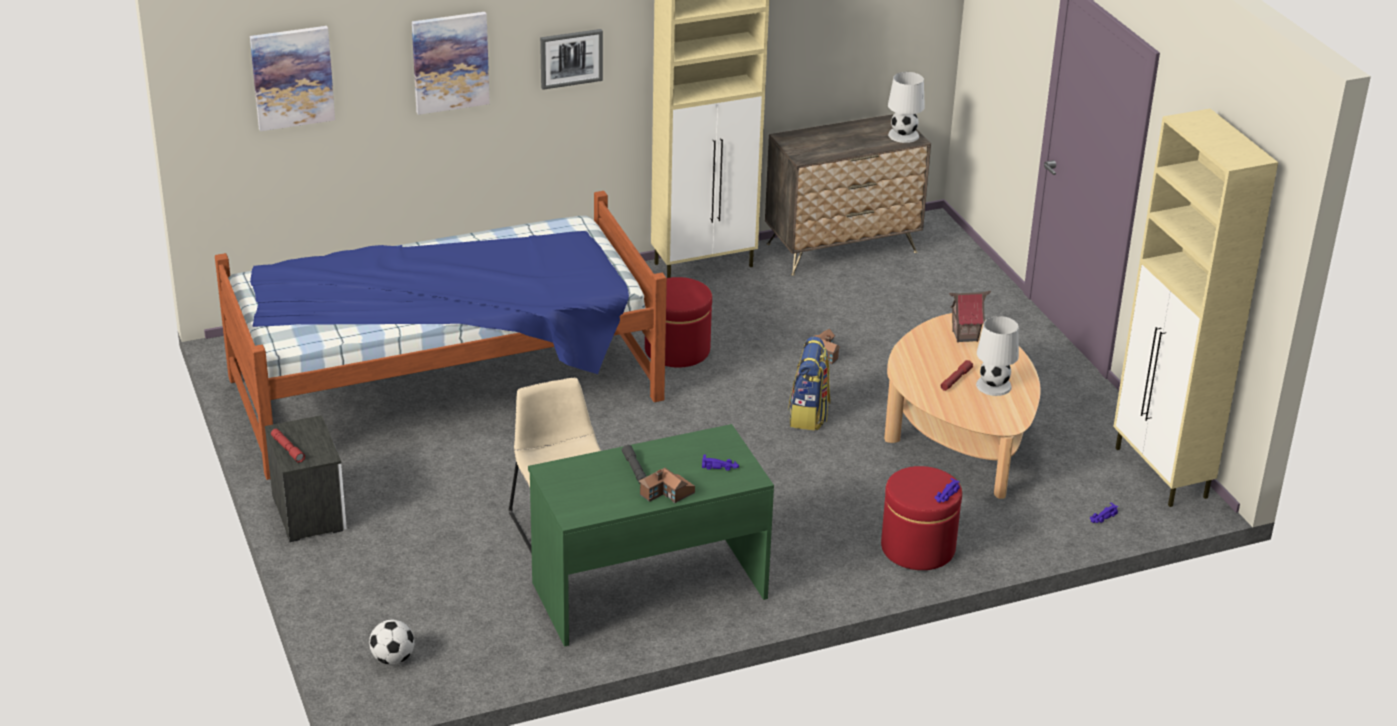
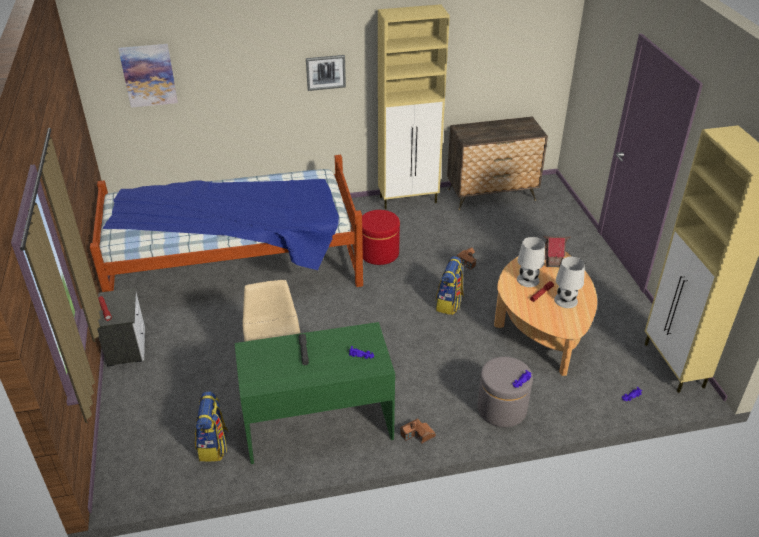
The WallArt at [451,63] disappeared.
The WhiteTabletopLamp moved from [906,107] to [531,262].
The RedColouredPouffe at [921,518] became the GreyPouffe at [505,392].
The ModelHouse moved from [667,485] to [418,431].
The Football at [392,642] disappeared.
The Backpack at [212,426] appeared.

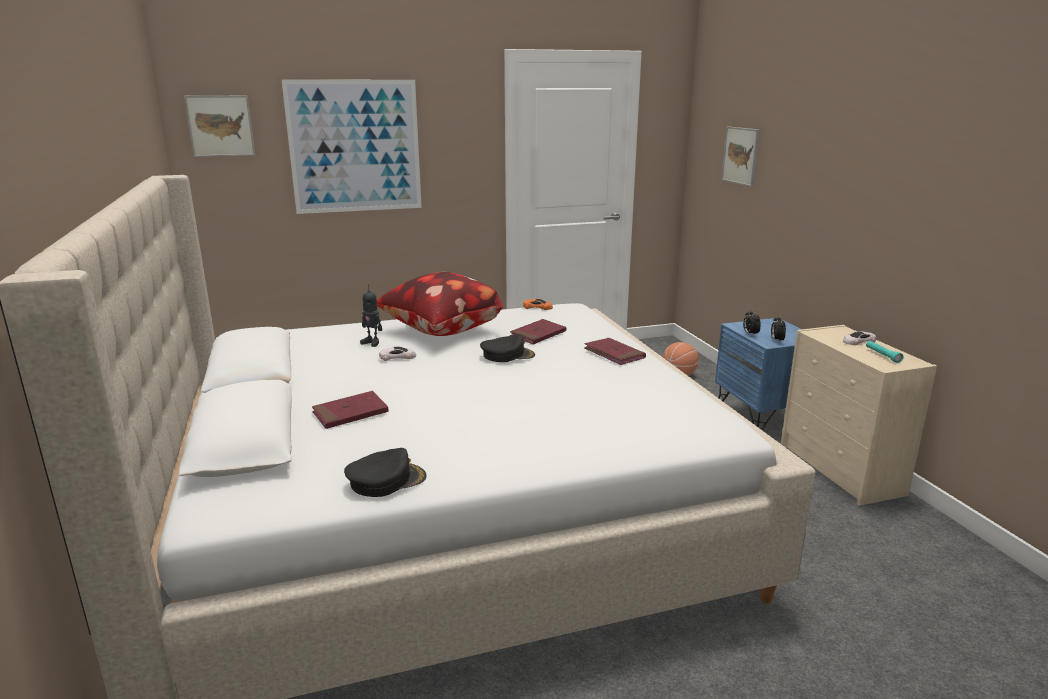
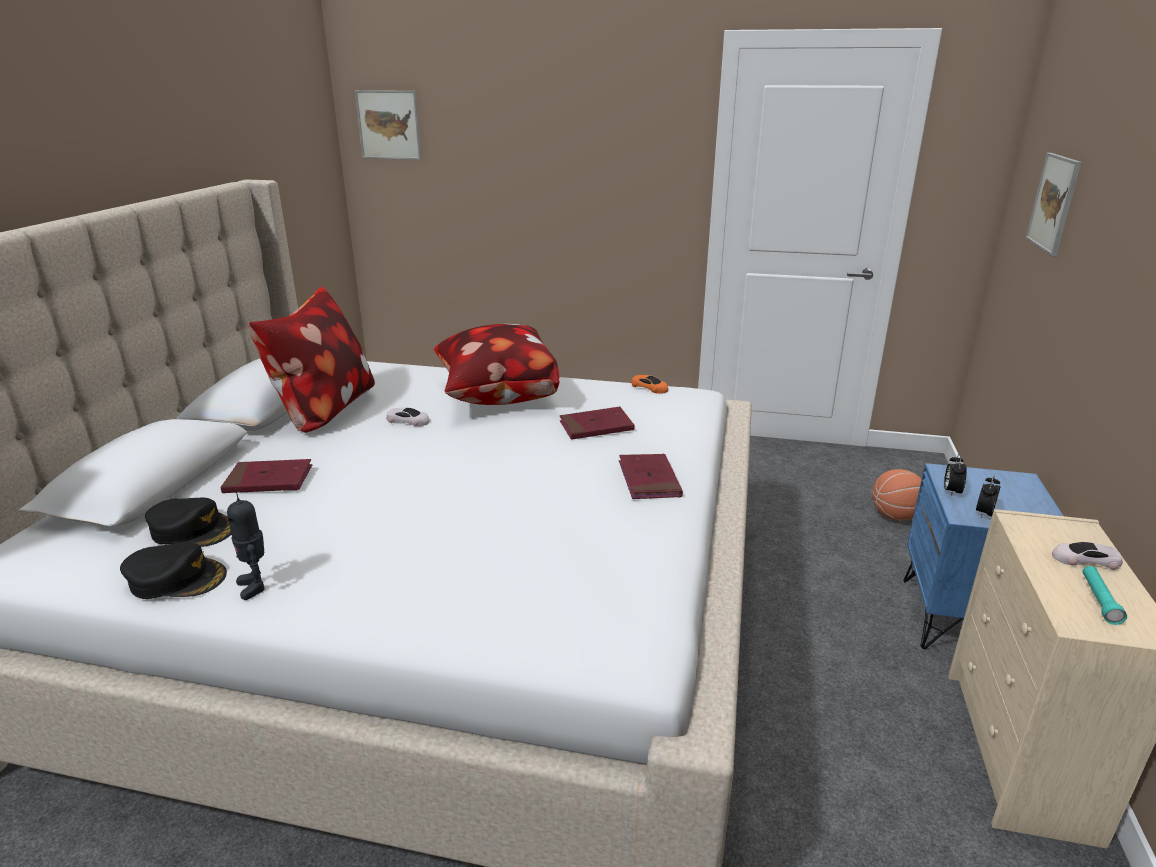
The WallArt at [352,147] disappeared.
The RobotFigure moved from [371,315] to [246,544].
The BlackColouredPeakedCap moved from [507,348] to [188,522].
The Pillow at [311,360] appeared.

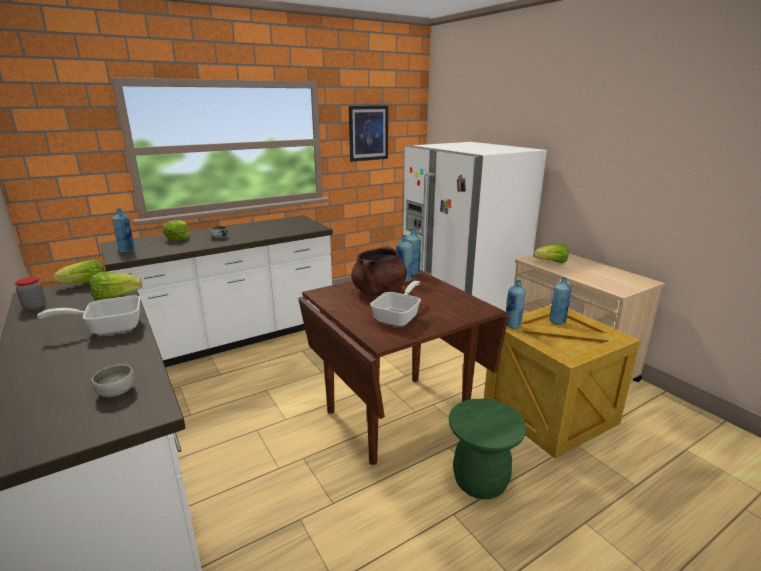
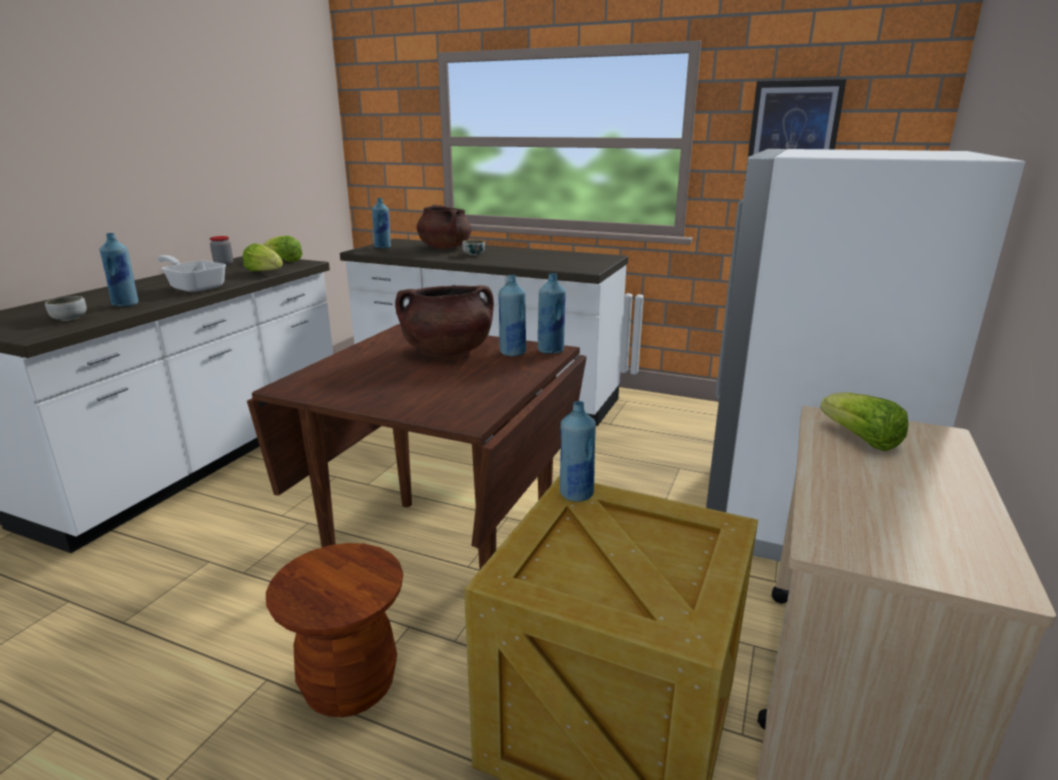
The HeadOfLettuce at [176,230] was replaced by the BrownStockpot at [444,227].
The BluishBeverageBottle moved from [560,301] to [119,270].
The Pan at [395,304] disappeared.
The GreenSittingStool at [488,449] became the BrownSittingStool at [334,630].

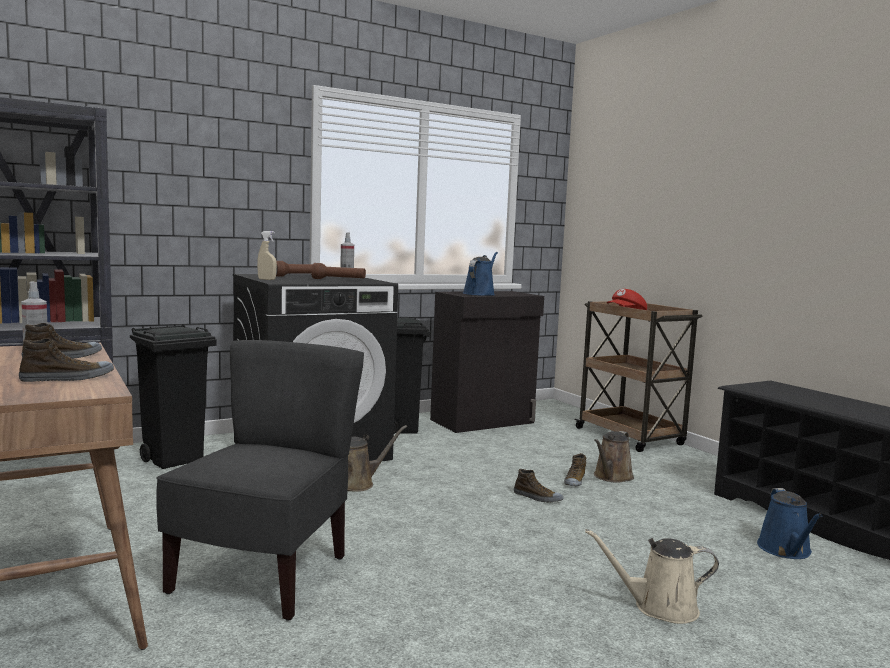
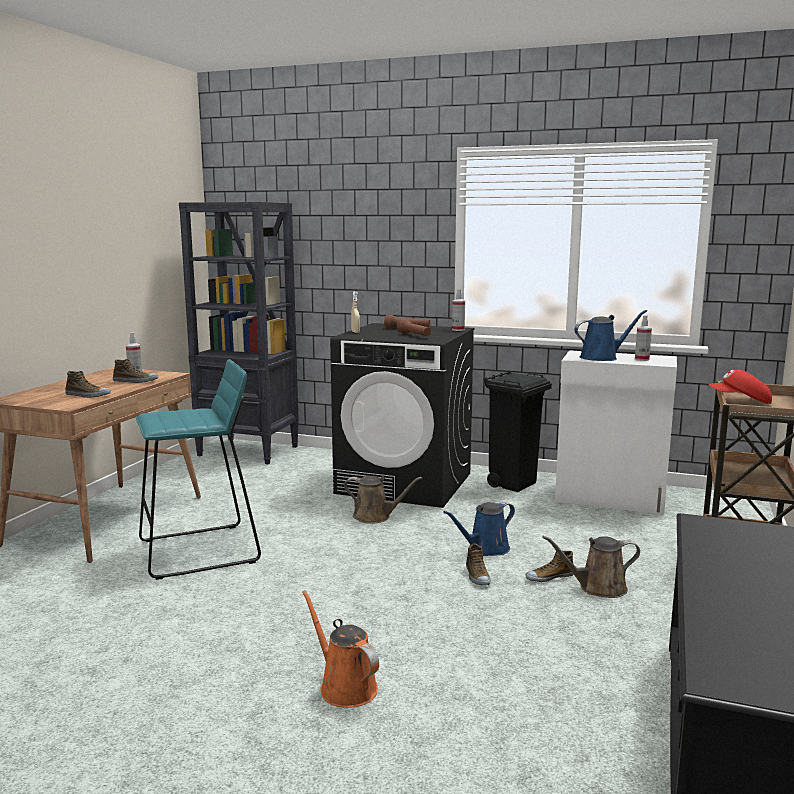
The BlackColouredStorageCabinet at [487,362] became the WhiteStorageCabinet at [616,432].
The BlackColouredRubbishBin at [173,396] disappeared.
The GreyPlainChair at [260,480] was replaced by the TurquoiseSittingStool at [198,469].
The BluishWateringCan moved from [789,523] to [479,529].
The BeigeWateringCan at [652,576] became the OrangeyWateringCan at [340,649].
The Sprayer at [643,338] appeared.

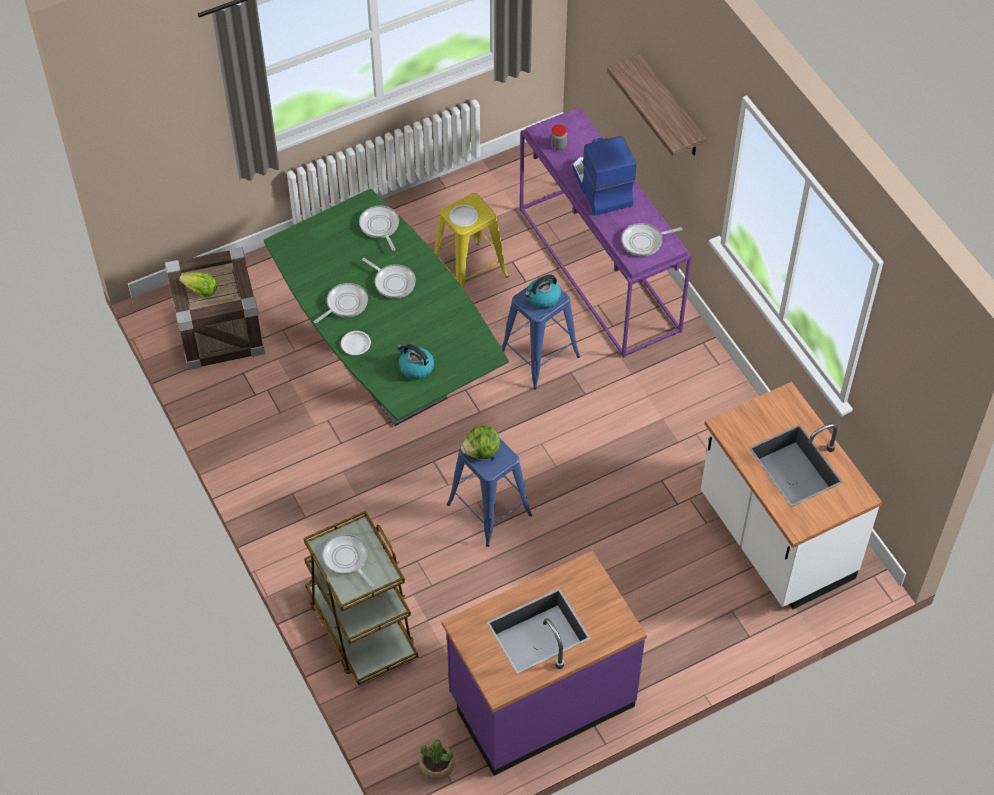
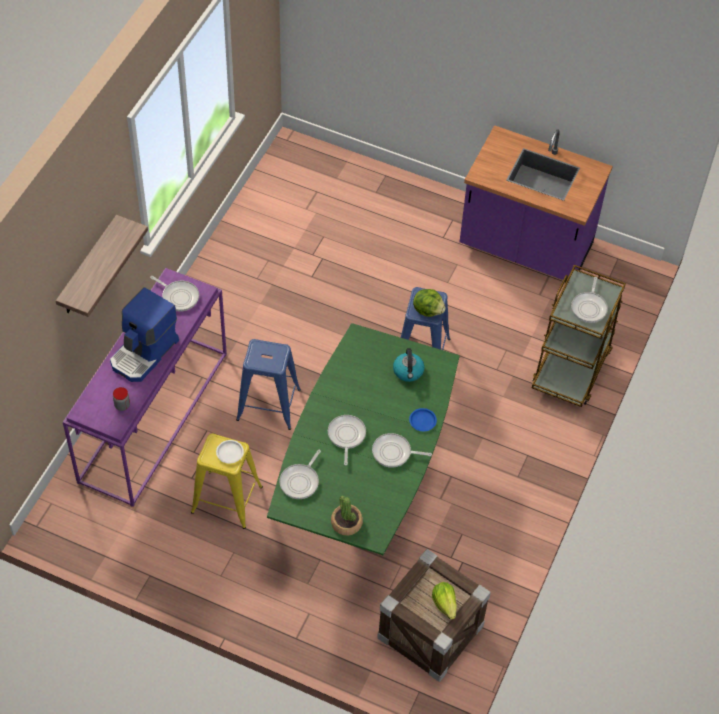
The TeaKettle at [543,292] disappeared.
The WhitePlate at [356,343] became the BluishPlate at [423,419].
The WhiteKitchenBaseUnit at [791,496] disappeared.
The PlantInAPot moved from [437,759] to [347,516].

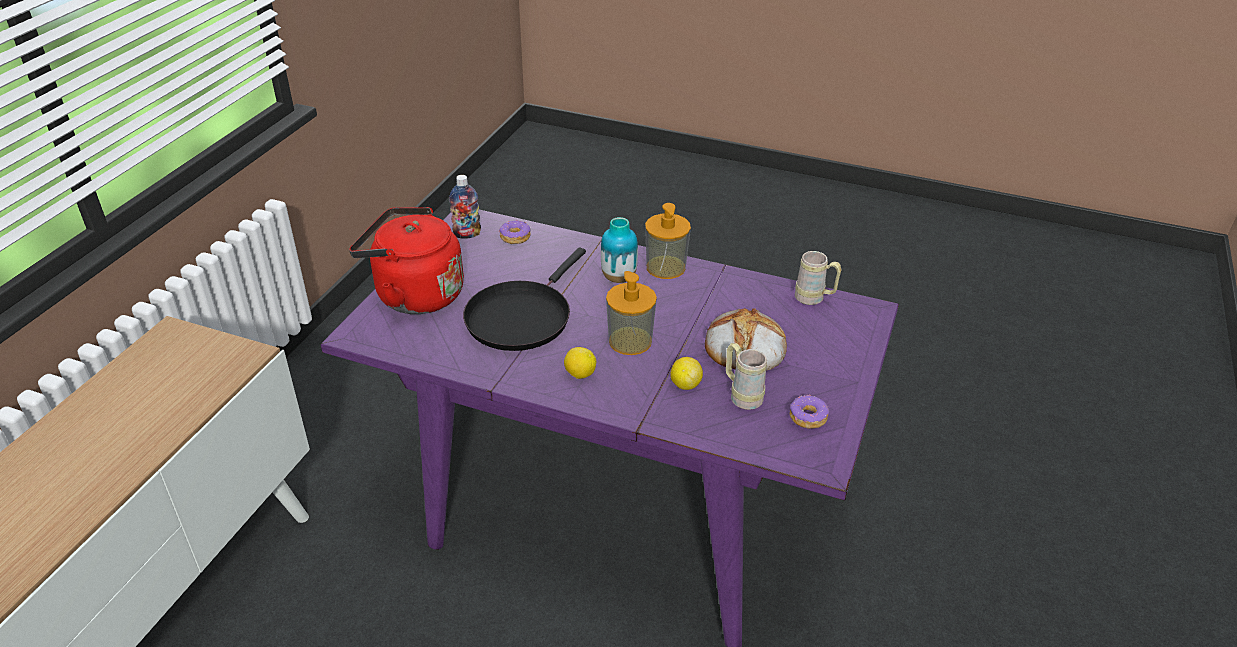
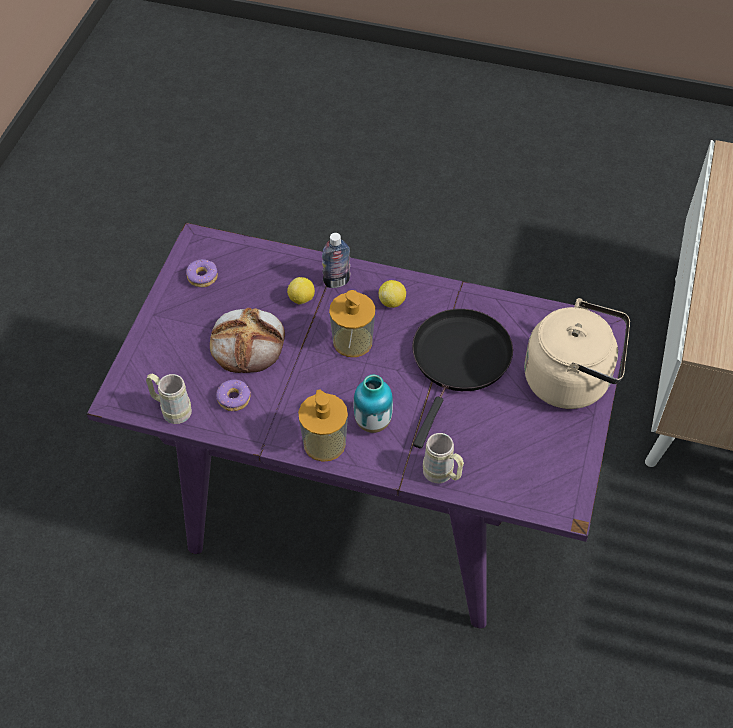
The BeverageBottle moved from [465,207] to [336,260].
The RedColouredTeaKettle at [406,260] became the BeigeTeaKettle at [577,353].
The Doughnut moved from [514,231] to [233,395].
The BeigeCoffeeMug moved from [746,376] to [443,458].

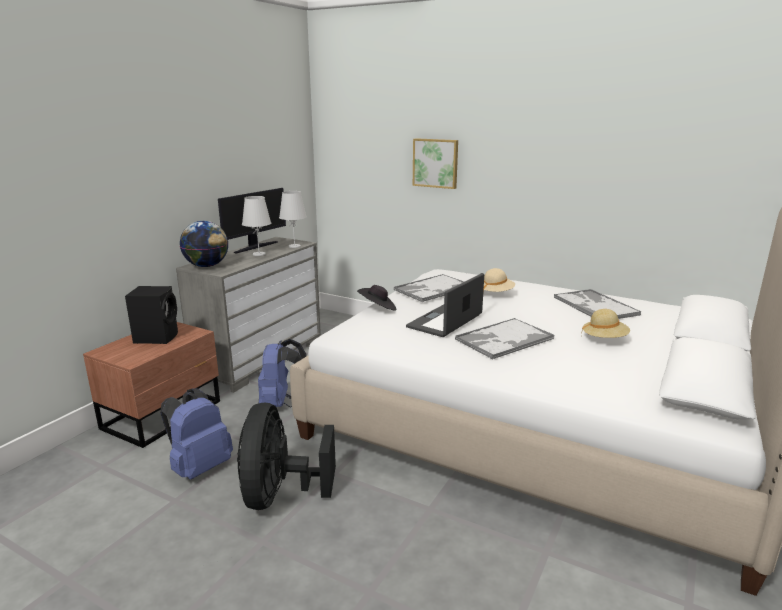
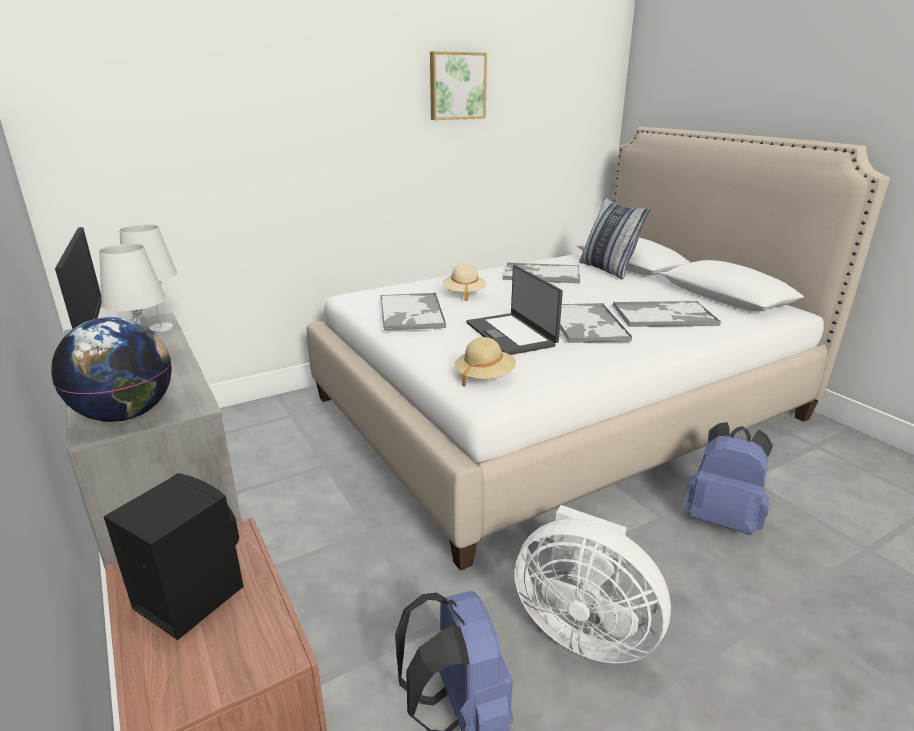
The WallArt moved from [435,163] to [458,85].
The BlackColouredClothingHat at [376,298] disappeared.
The BeigeClothingHat moved from [605,323] to [485,362].
The BluishBackpack moved from [282,373] to [728,478].
The BlackColouredFan at [286,456] became the WhiteFan at [593,584].
The Pillow at [615,238] appeared.
The CarryingTray at [666,314] appeared.

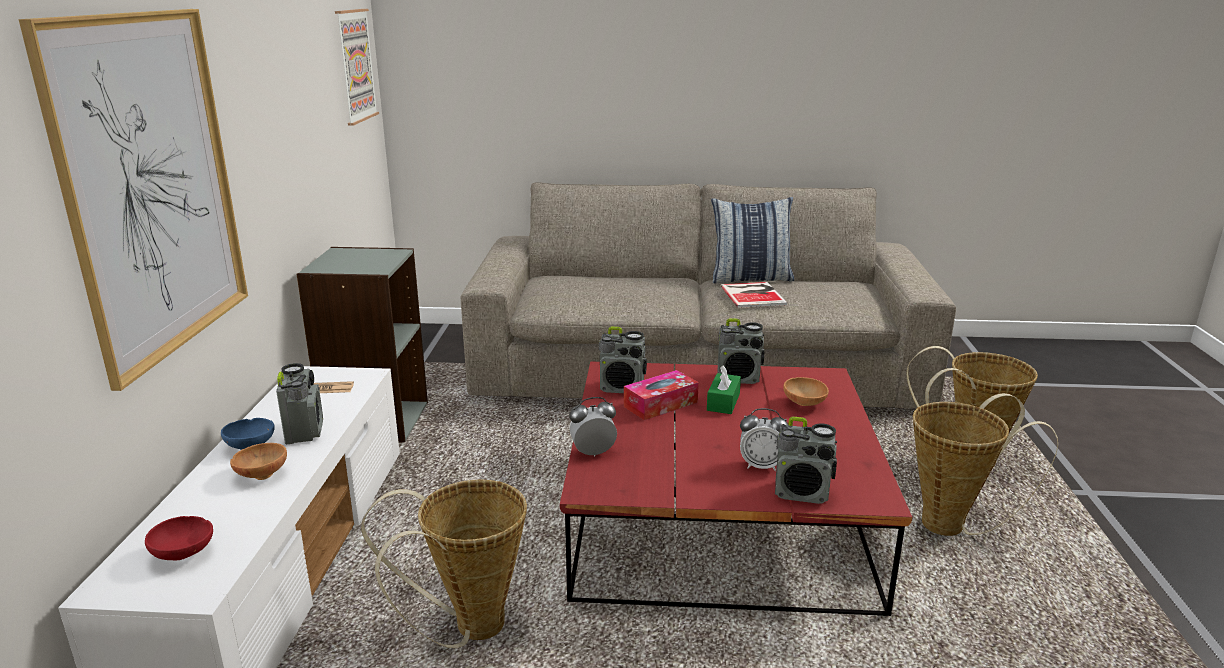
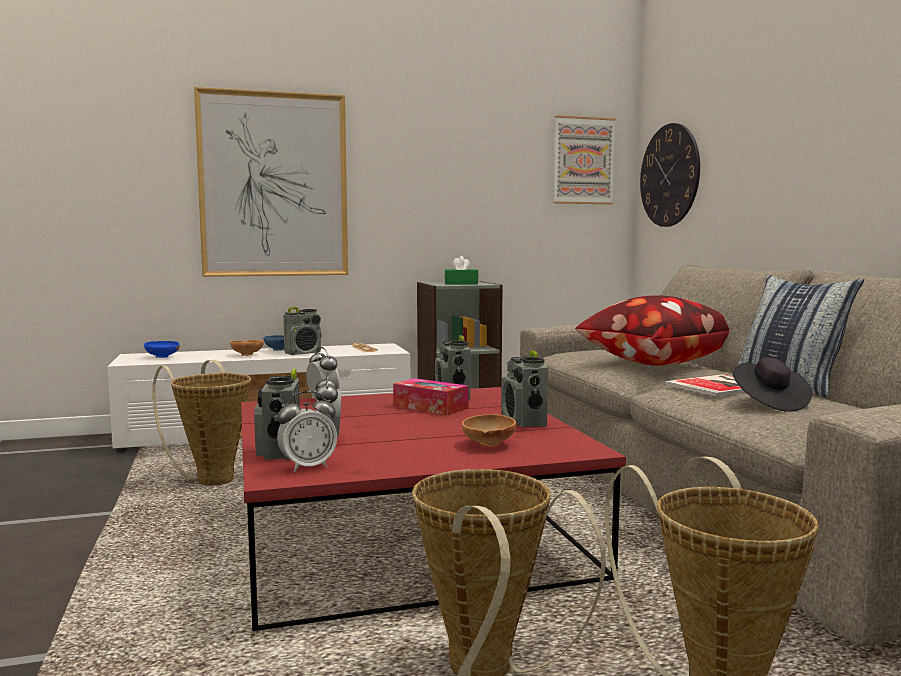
The GreenBoxOfTissues moved from [724,389] to [461,270].
The RedColouredServingBowl at [179,538] became the BluishServingBowl at [162,349].
The HangingClock at [670,175] appeared.
The Pillow at [652,330] appeared.
The BlackColouredClothingHat at [772,384] appeared.
The AlarmClock at [307,431] appeared.

